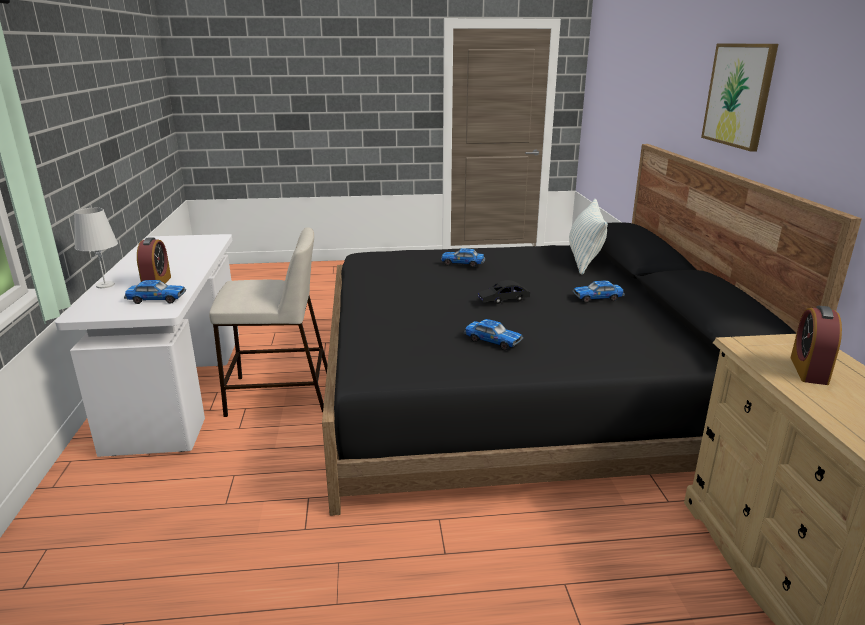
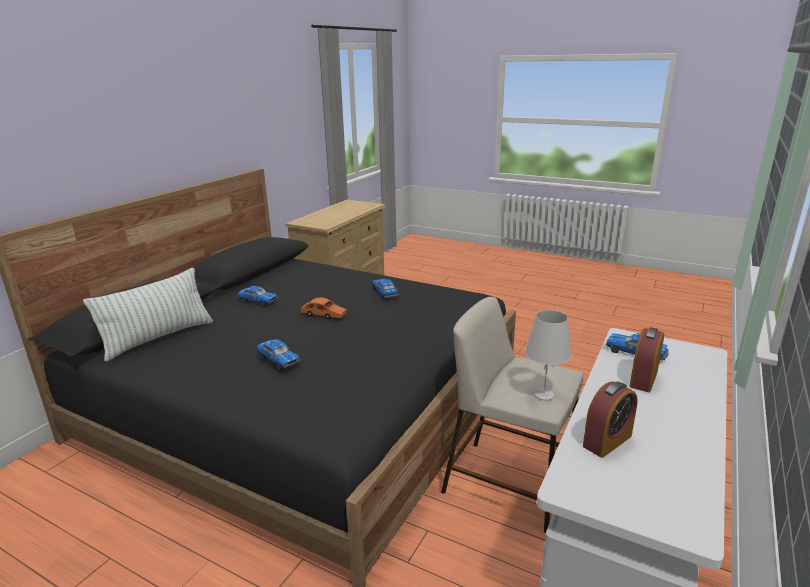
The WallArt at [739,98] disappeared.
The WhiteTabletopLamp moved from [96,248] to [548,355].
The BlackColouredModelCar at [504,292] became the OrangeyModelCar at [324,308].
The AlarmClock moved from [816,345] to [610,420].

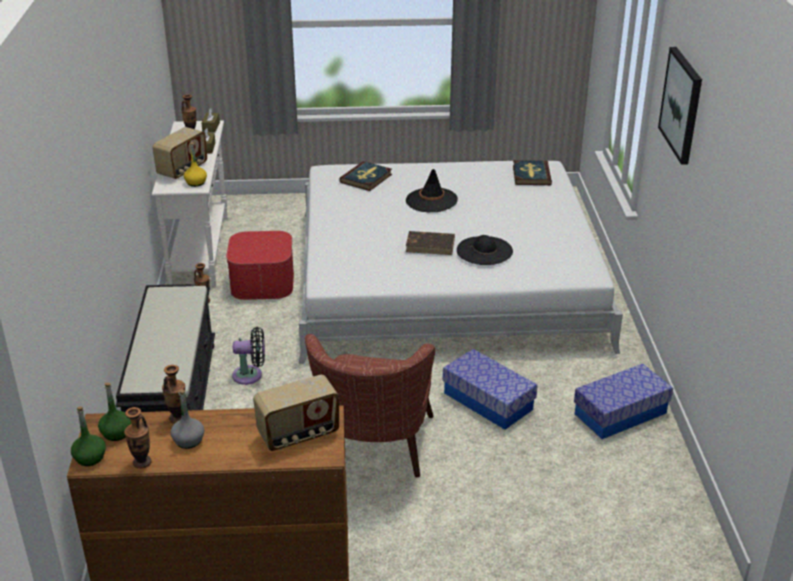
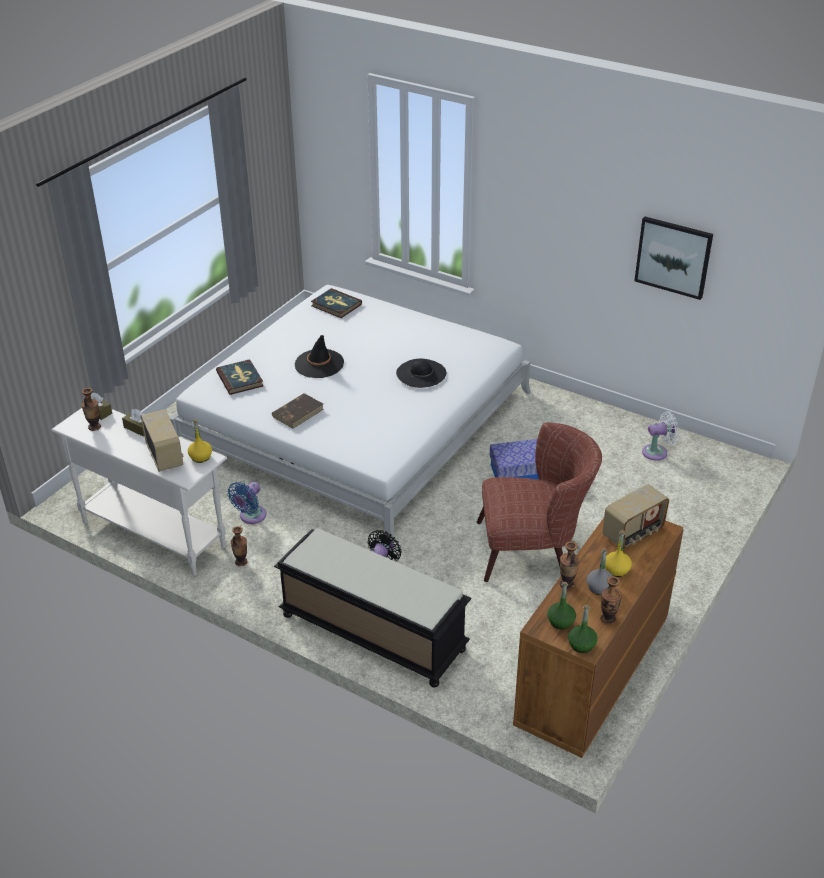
The WallArt moved from [680,106] to [673,258].
The Pouffe at [260,265] was replaced by the BluishFan at [247,503].
The BrownBoundBook moved from [430,243] to [298,411].
The BrownLoungeChair at [370,405] turned 45 degrees counterclockwise.
The StorageBox at [623,401] disappeared.
The RadioSet at [296,413] turned 45 degrees clockwise.
The WhiteFan at [660,436] appeared.
The YellowBeverageBottle at [618,553] appeared.

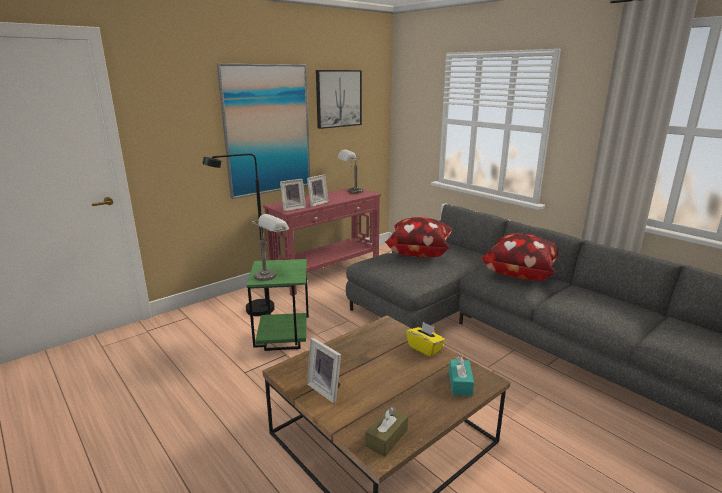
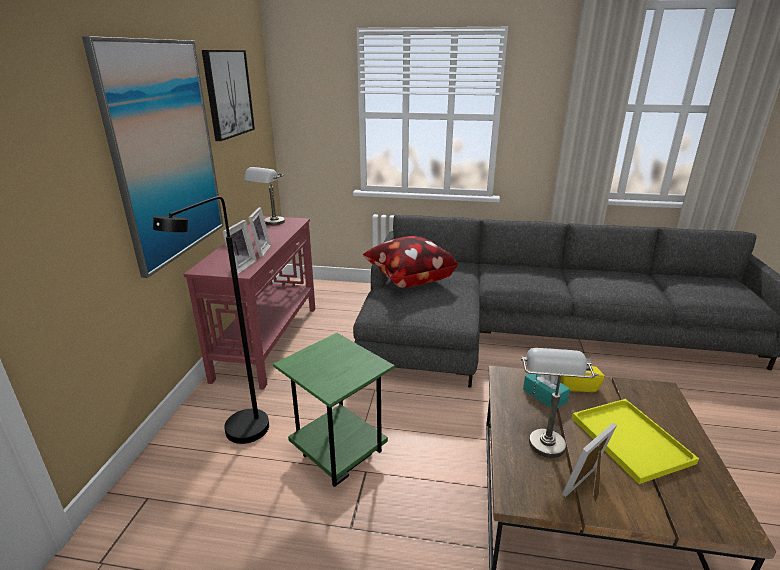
The GreyTabletopLamp moved from [270,247] to [558,403].
The Pillow at [519,257] disappeared.
The StandingFrame at [324,370] turned 135 degrees clockwise.
The TurquoiseBoxOfTissues moved from [461,376] to [546,391].
The BrownBoxOfTissues at [386,432] disappeared.
The YellowCarryingTray at [635,441] appeared.

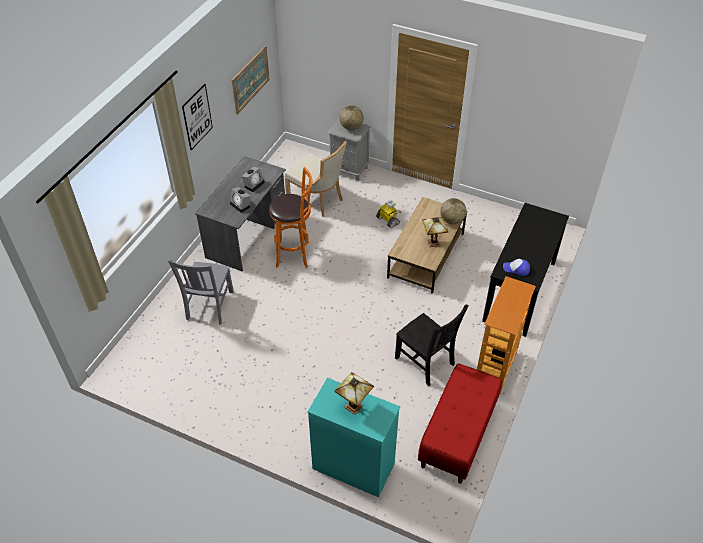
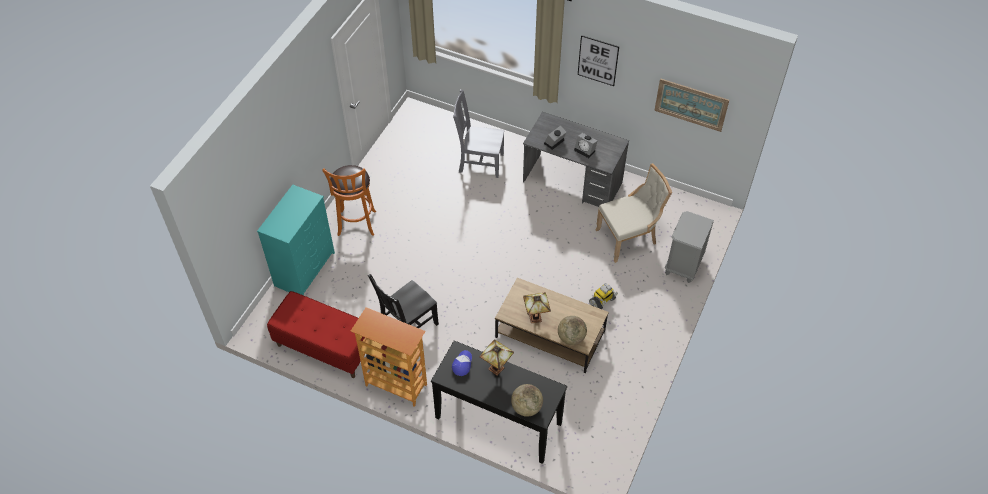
The Globe moved from [351,117] to [527,400].
The BeigePlainChair at [315,179] turned 150 degrees counterclockwise.
The OrangeySittingStool moved from [290,217] to [349,200].
The TabletopLamp moved from [354,393] to [496,357].

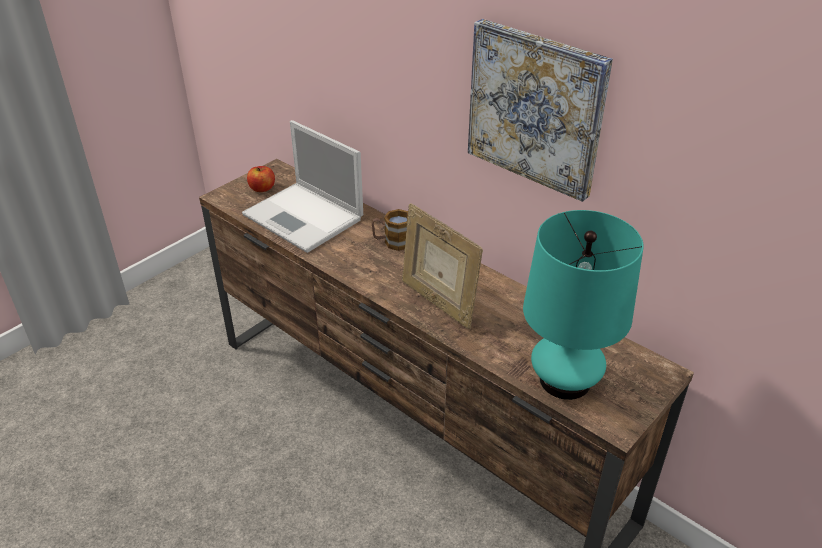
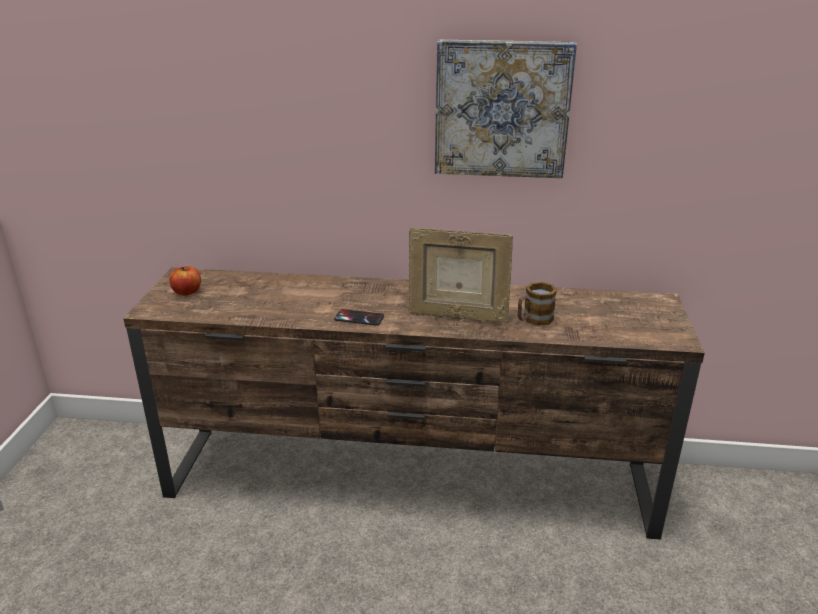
The PortableComputer at [302,186] disappeared.
The CoffeeMug moved from [389,230] to [537,304].
The TurquoiseTabletopLamp at [583,305] disappeared.
The Phone at [359,317] appeared.

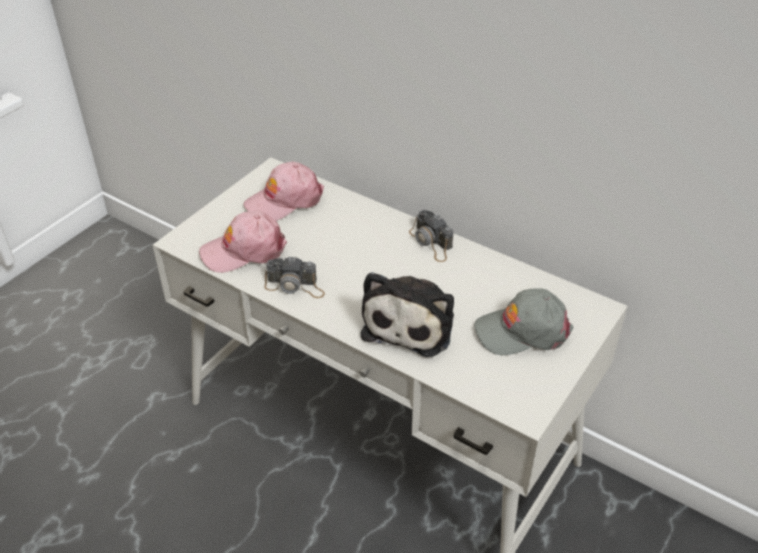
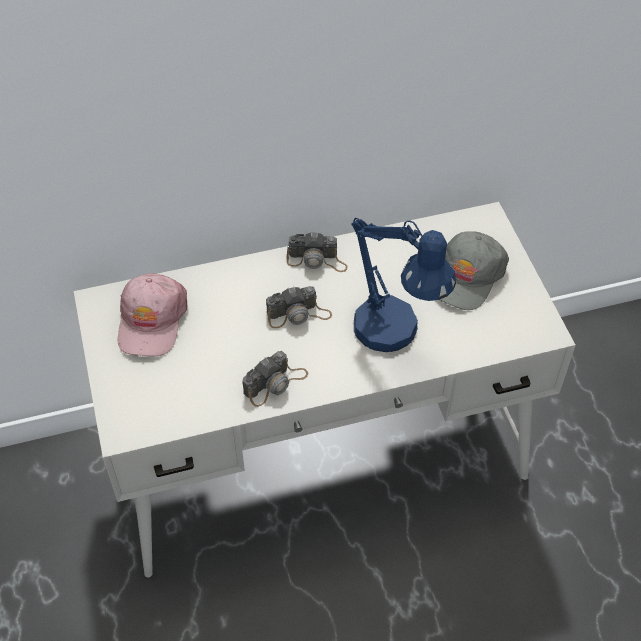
The PinkishPeakedCap at [243,241] disappeared.
The PlushToy at [407,314] was replaced by the BluishTabletopLamp at [403,285].
The PhotoCamera at [299,307] appeared.

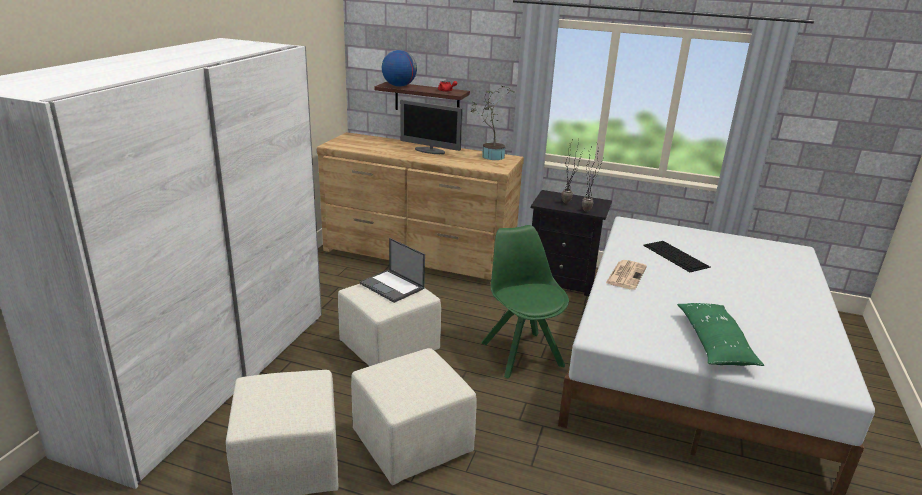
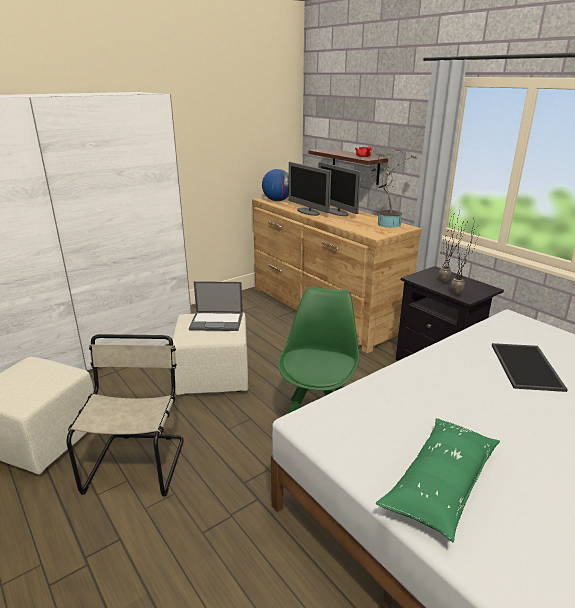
The Globe moved from [399,68] to [275,185].
The PortableComputer at [392,270] turned 75 degrees counterclockwise.
The Keyboard at [676,256] was replaced by the CarryingTray at [530,367].
The PrintedPaper at [626,275] disappeared.
The BeigePouffe at [414,416] was replaced by the BeigePlainChair at [125,415].
The ComputerDisplay at [310,189] appeared.

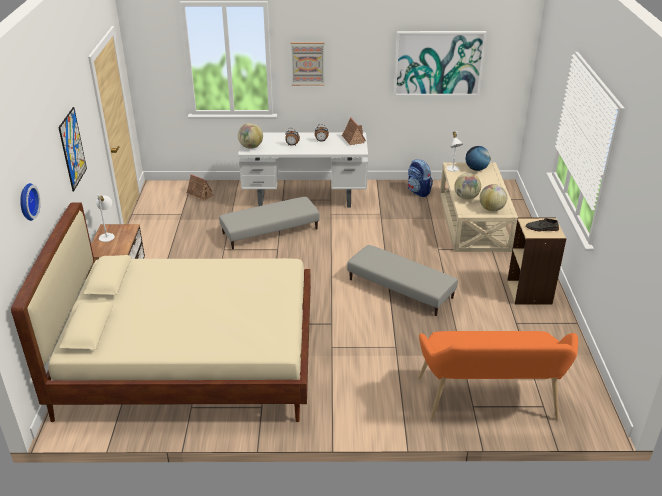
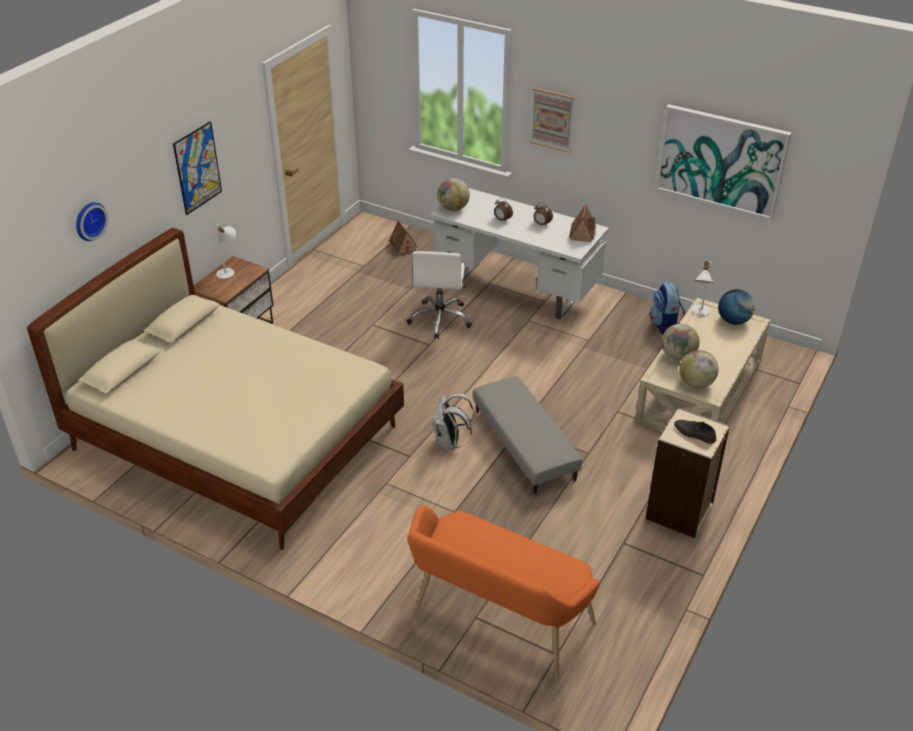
The GreyPouffe at [269,223] was replaced by the WhiteDeskChair at [439,295].
The WhiteBackpack at [453,421] appeared.

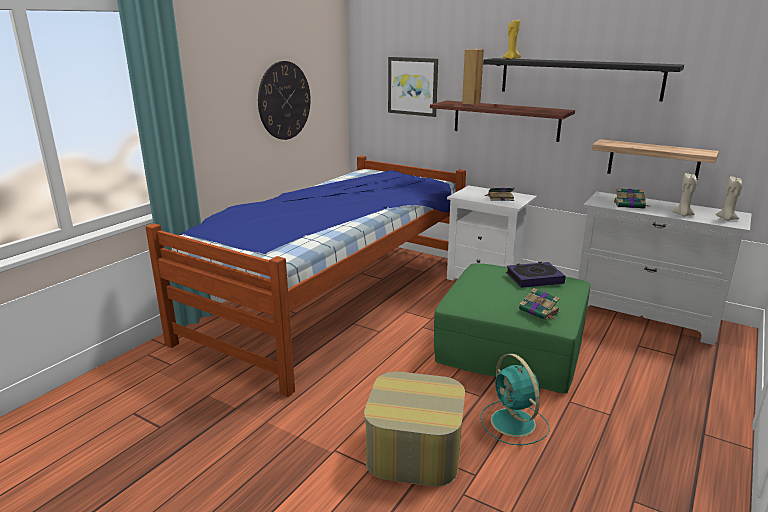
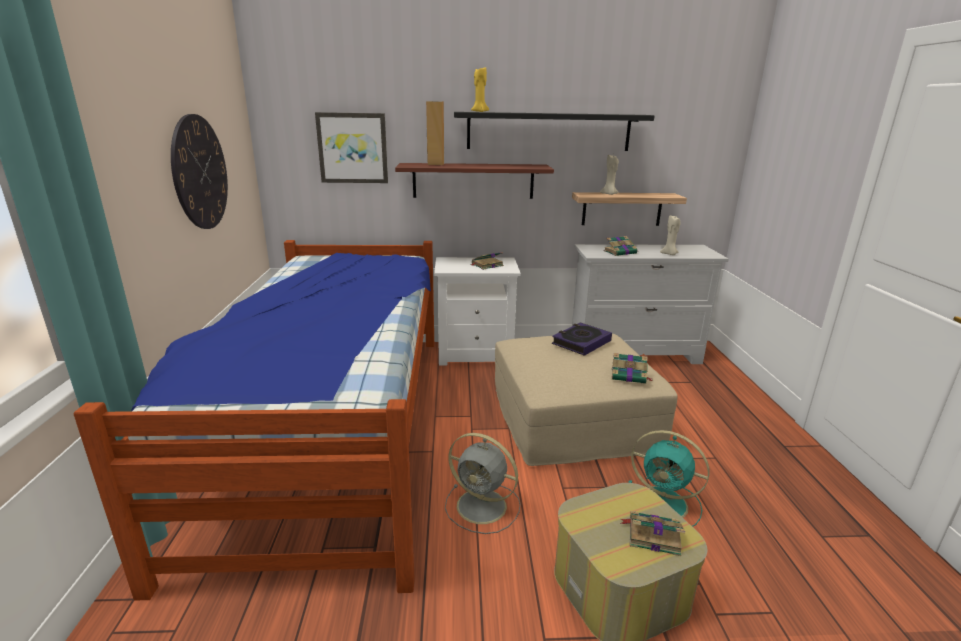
The BeigeWaxLight moved from [729,198] to [609,175].
The GreenPouffe at [512,329] became the BeigePouffe at [586,400].
The GreyFan at [482,483] appeared.
The BoundBook at [653,533] appeared.

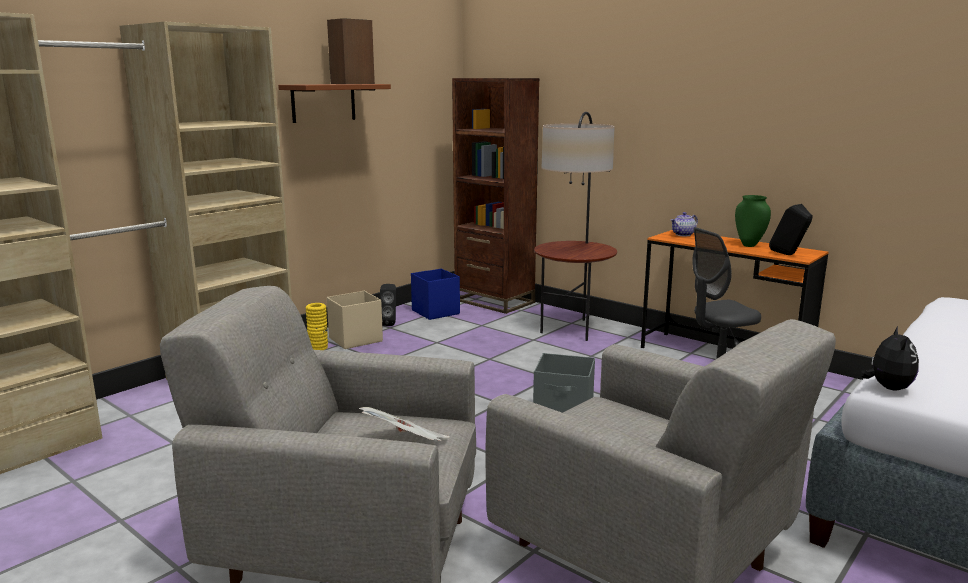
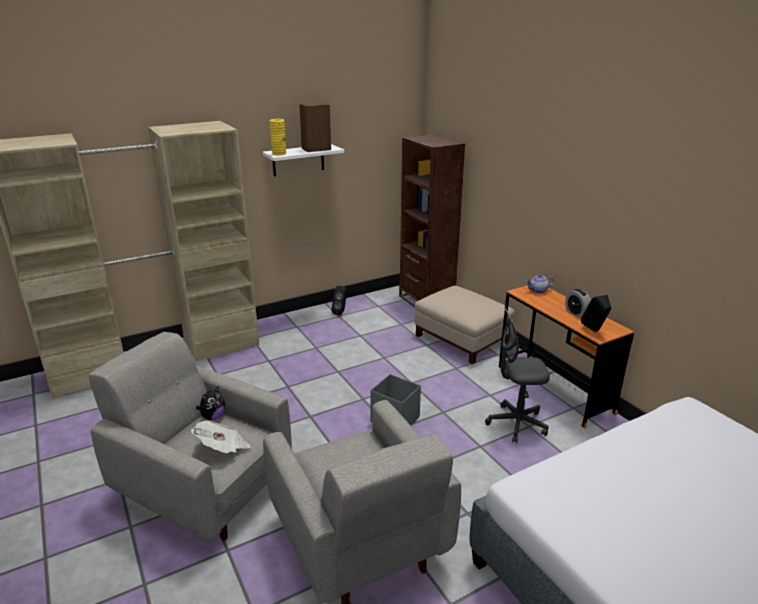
The BrownShelf at [334,103] became the WhiteShelf at [303,160].
The StandardLamp at [575,226] was replaced by the BeigePouffe at [465,324].
The GreenVase at [753,221] was replaced by the AlarmClock at [578,303].
The BluishStorageBox at [435,294] disappeared.
The BeigeStorageBox at [355,320] disappeared.
The YellowVase moved from [317,326] to [277,137].
The PlushToy moved from [890,358] to [210,403].

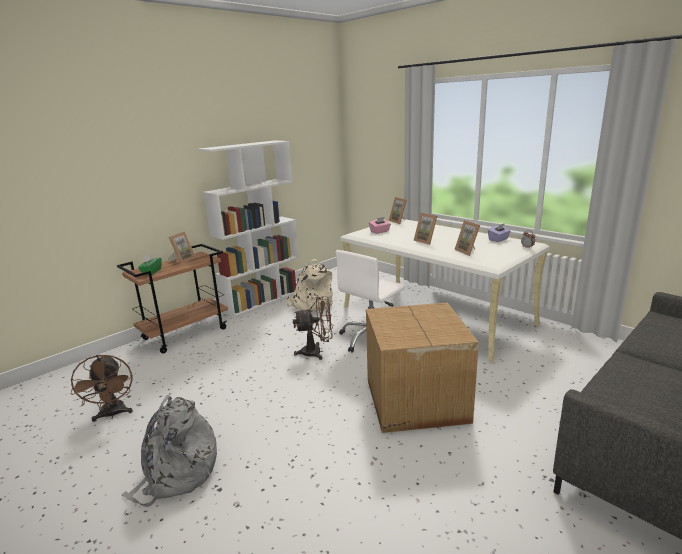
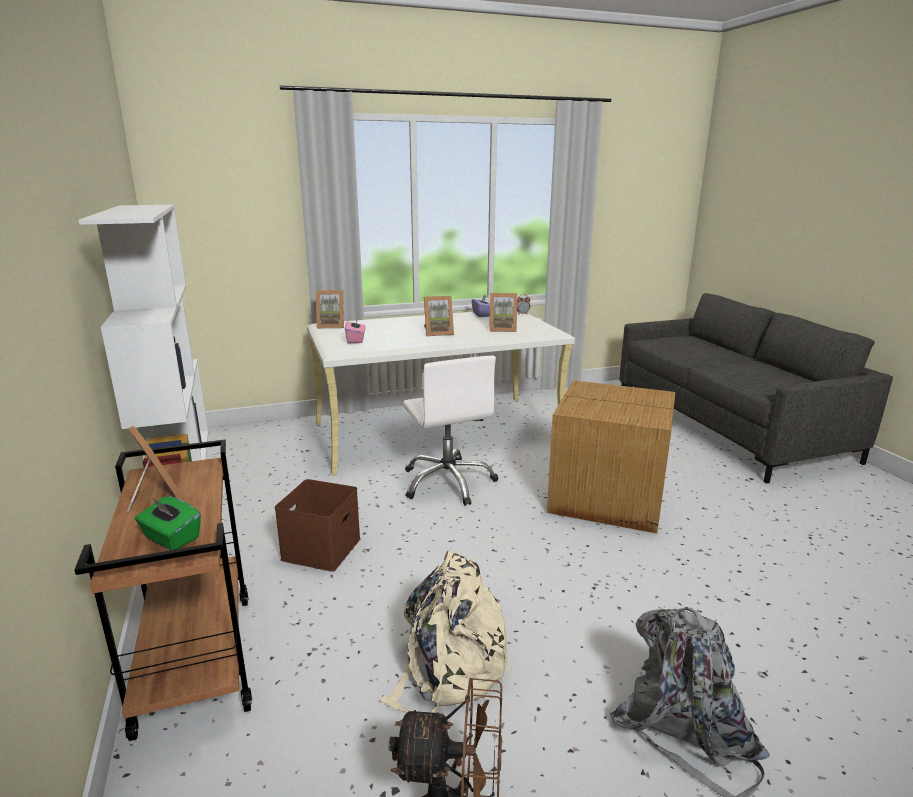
The BeigeBackpack moved from [310,285] to [445,631].
The BrownFan at [313,328] disappeared.
The BrownStorageBox at [318,525] appeared.

